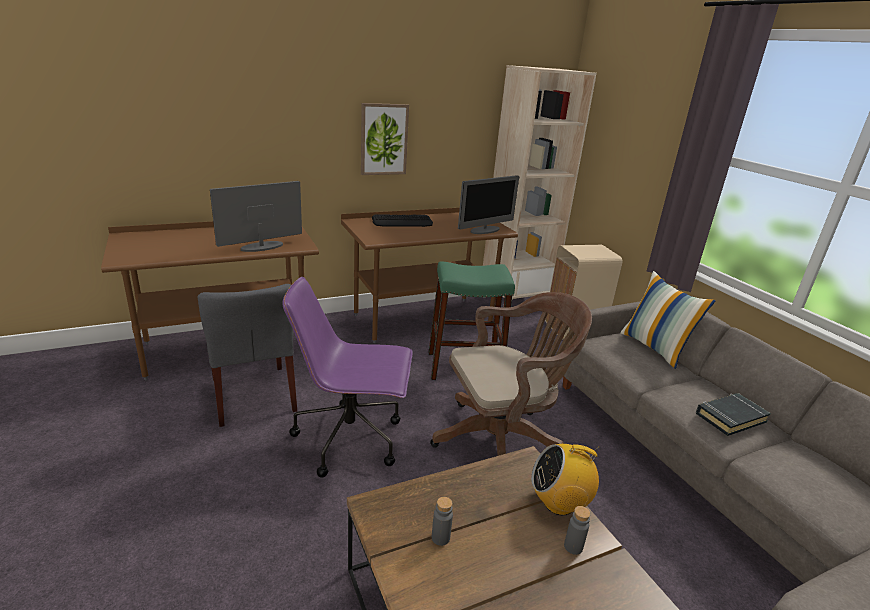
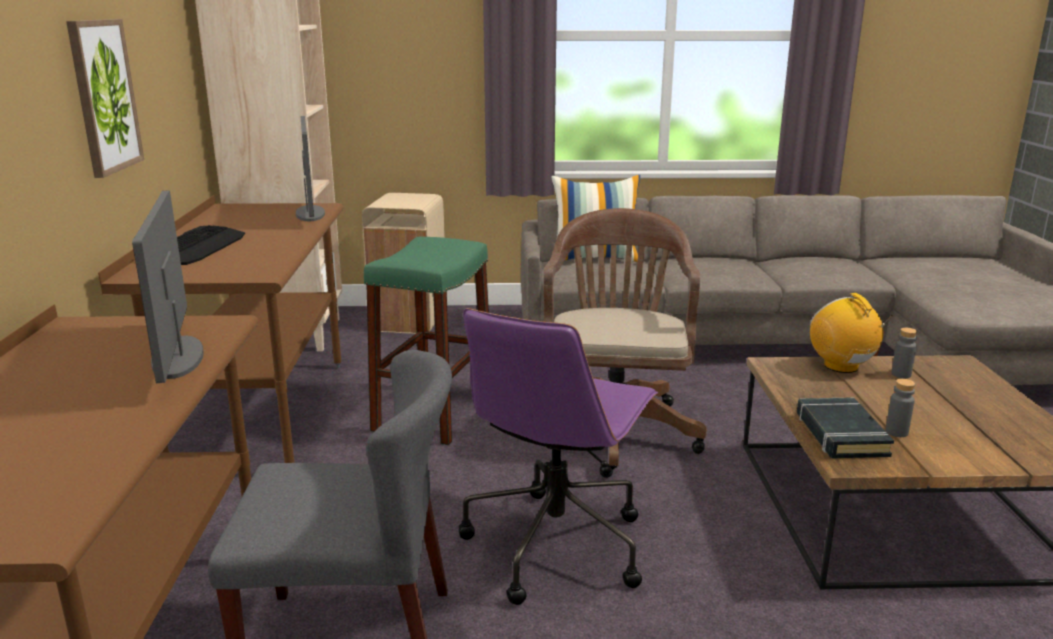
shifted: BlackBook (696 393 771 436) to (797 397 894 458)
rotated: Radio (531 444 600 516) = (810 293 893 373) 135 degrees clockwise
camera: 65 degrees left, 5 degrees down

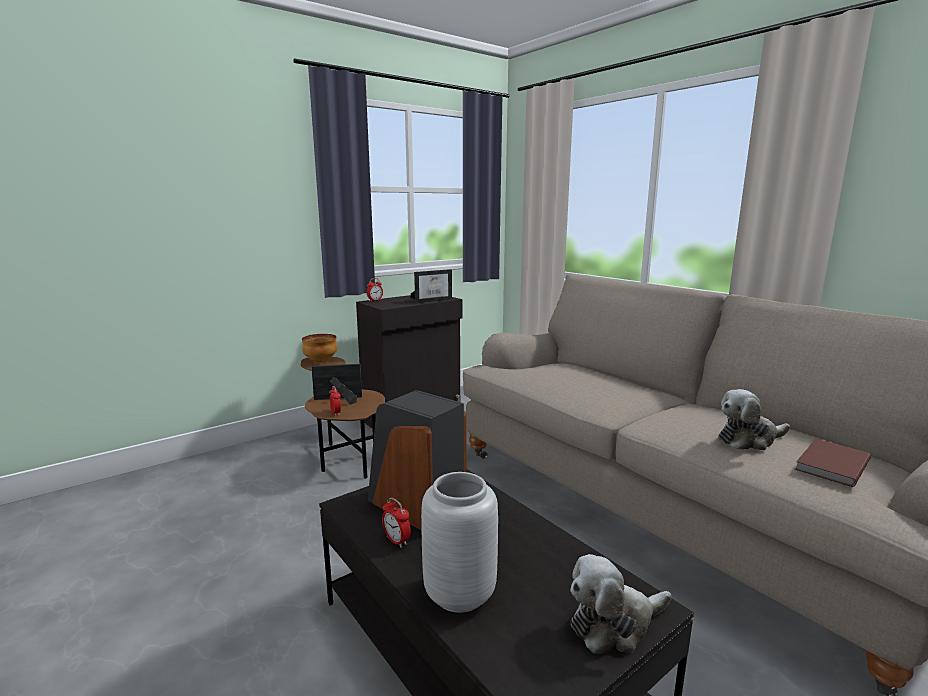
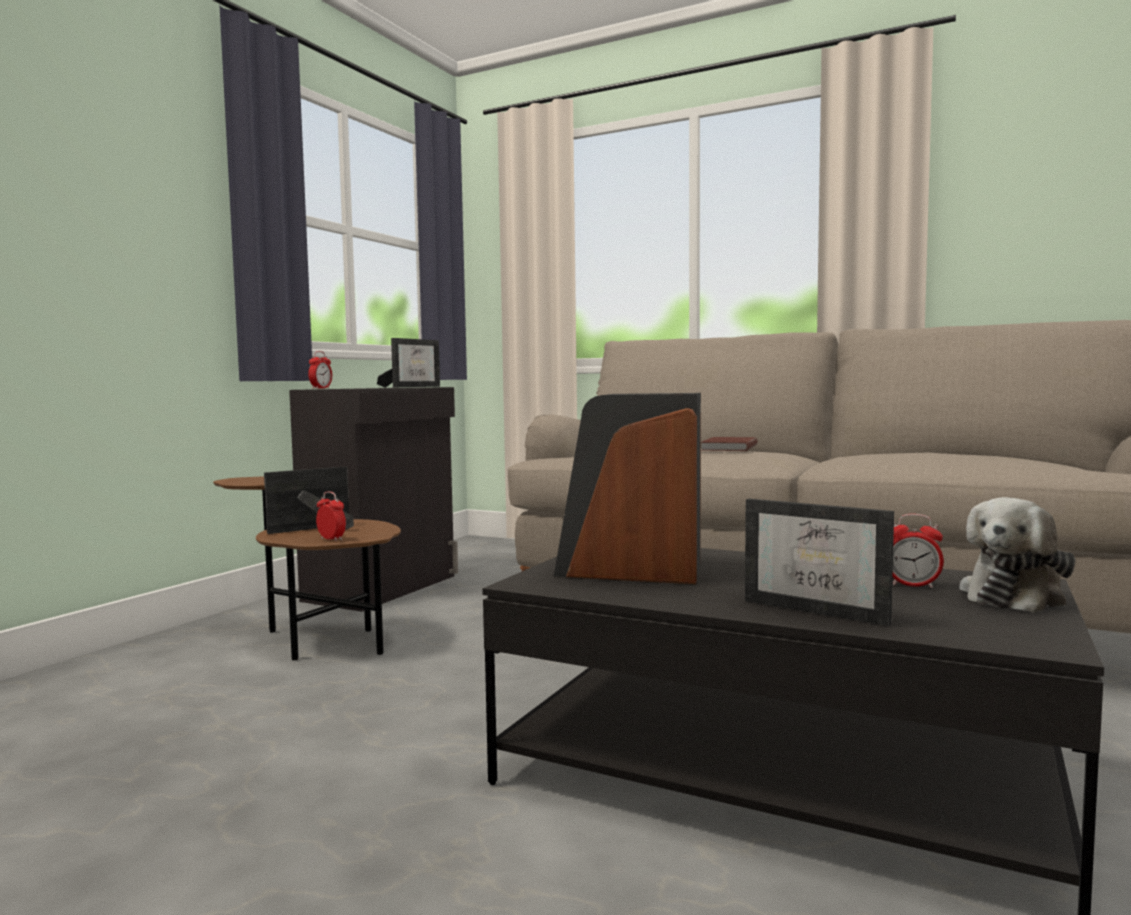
gone: Bowl (302 334 338 362); PlushToy (718 389 790 450)
shifted: BrownBook (795 439 871 487) to (701 437 758 451); AlarmClock (382 497 411 548) to (893 514 944 588)
swapped: GreyVase (421 472 498 613) to PictureFrame (745 499 894 626)
camera: 25 degrees left, 10 degrees down

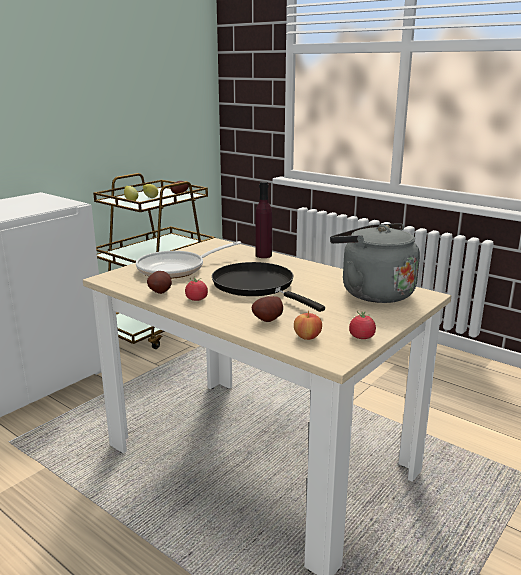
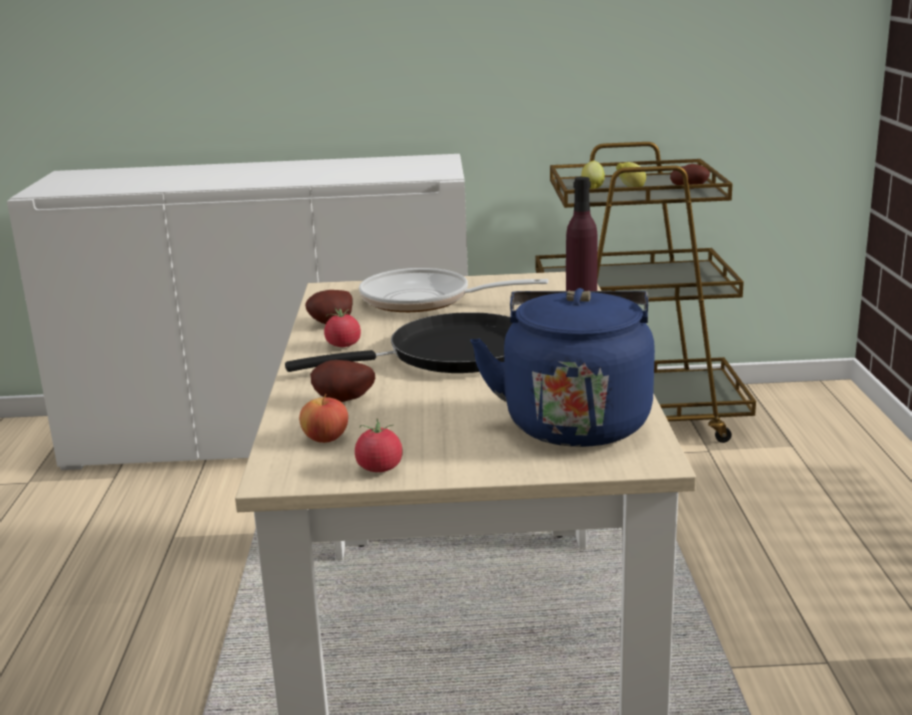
repainted: GreyKettle (330 223 420 303) to BlueKettle (470 288 655 447)
rotated: BlackFryingPan (212 262 325 312) = (285 312 512 373) 60 degrees clockwise
camera: 50 degrees right, 0 degrees up

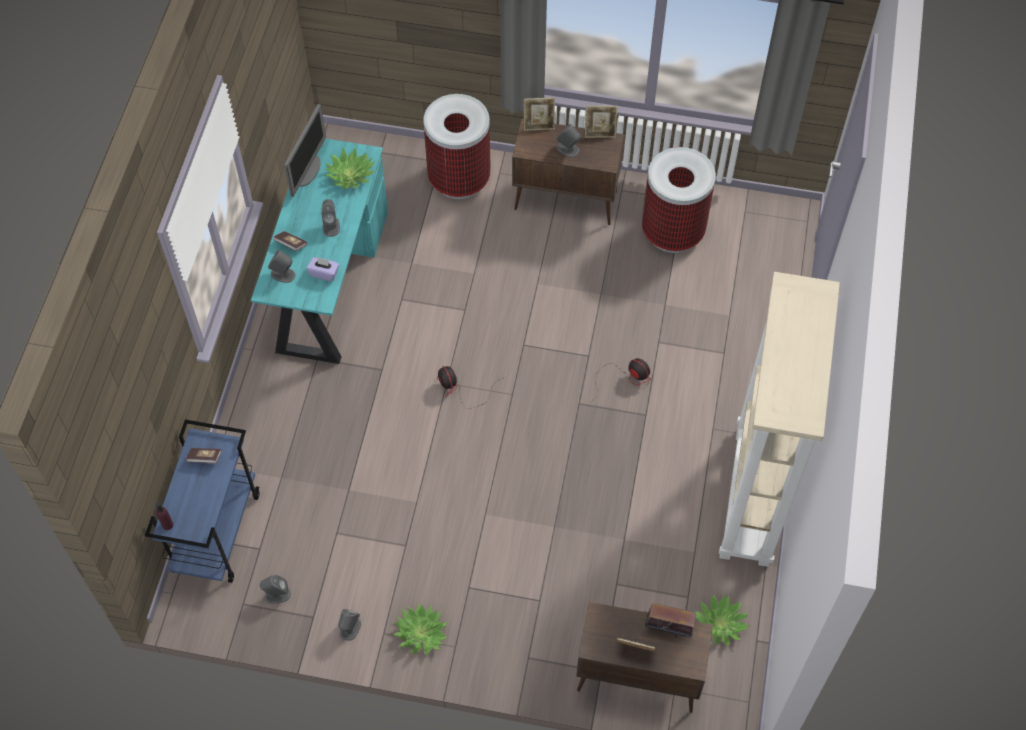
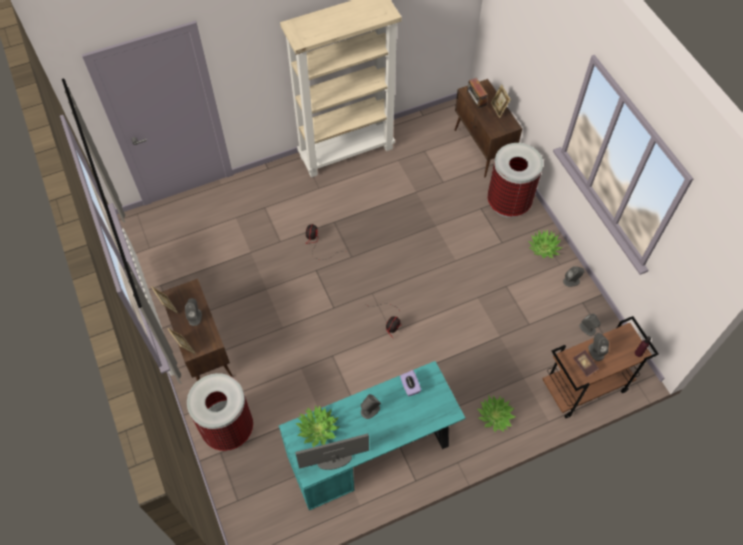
gone: Book (274 231 307 251)
shifted: PottedPlant (694 595 750 646) to (477 395 516 432); TrashCan (642 147 716 253) to (487 143 543 218); GreySpeaker (268 250 295 283) to (588 333 609 361)
repainted: BlueCart (145 419 260 583) to BrownCart (543 316 659 418)
camera: 125 degrees left, 0 degrees up

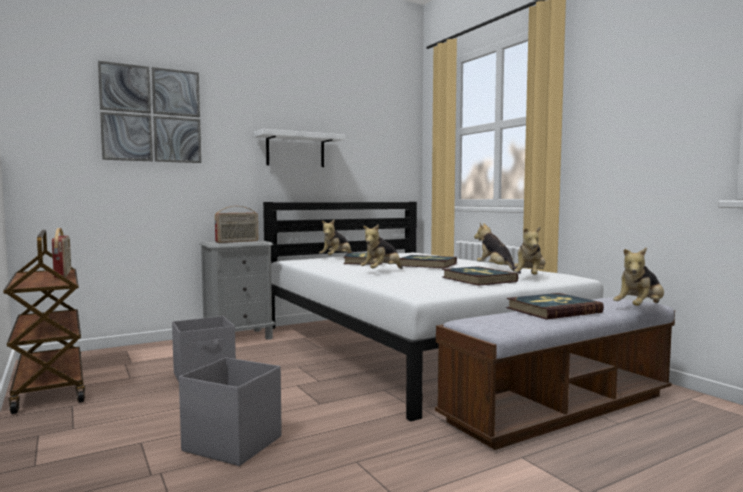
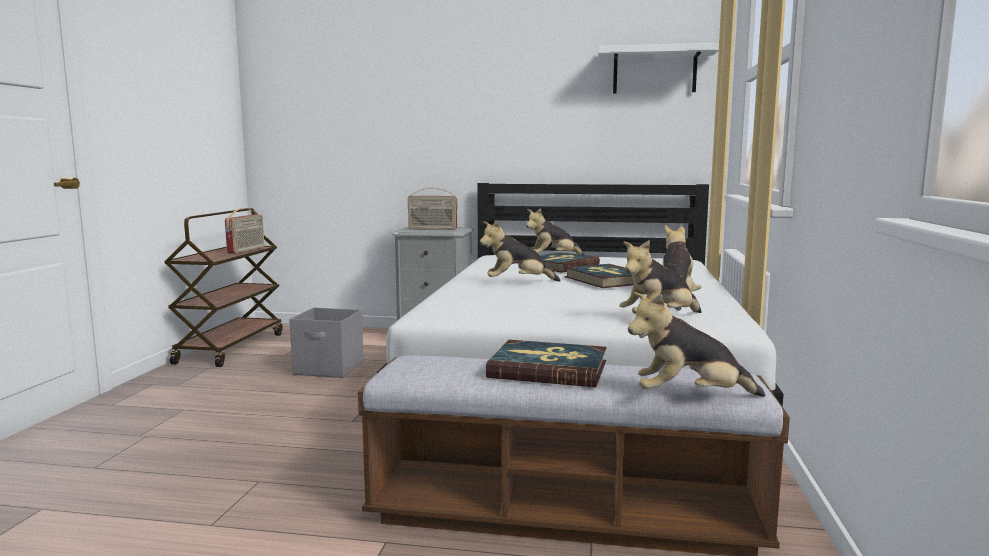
gone: Picture (98 61 201 163); GreyStorageBox (179 357 282 466); Book (442 266 519 286)
shifted: WhiteShelf (254 129 345 167) to (598 43 719 93)
camera: 40 degrees right, 5 degrees up

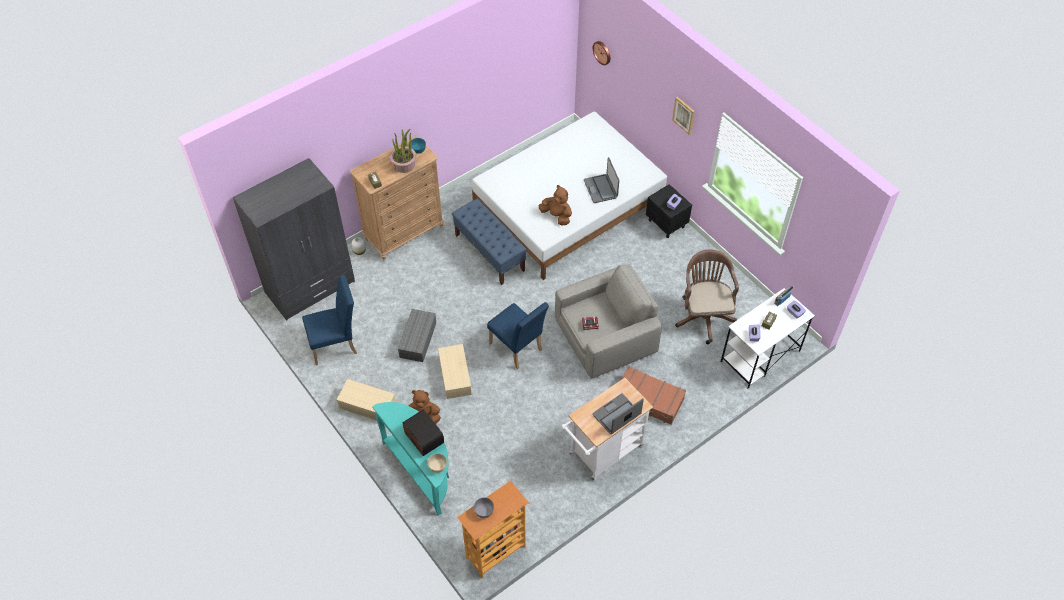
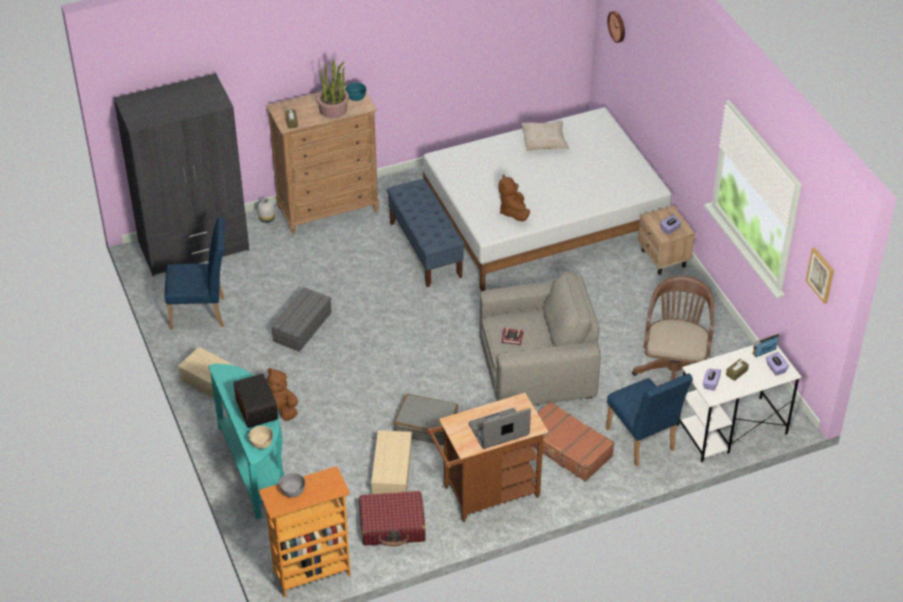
gone: Laptop (584 157 619 203)
new: RedSuitcase (359 491 426 547); GreySuitcase (394 394 458 445); BeigePillow (521 121 569 151)
shifted: BeigeStorageBox (438 344 471 399) to (371 430 412 494); BlueChair (487 302 549 369) to (606 373 693 466); Picture (672 97 695 135) to (805 247 834 304)
repainted: WhiteCart (562 378 653 480) to BrownCart (427 393 548 522); BlackNightstand (646 184 692 238) to BeigeNightstand (638 205 695 275)
rotated: BrownPlushToy (538 185 572 225) = (498 174 530 222) 150 degrees counterclockwise
camera: 15 degrees right, 10 degrees down

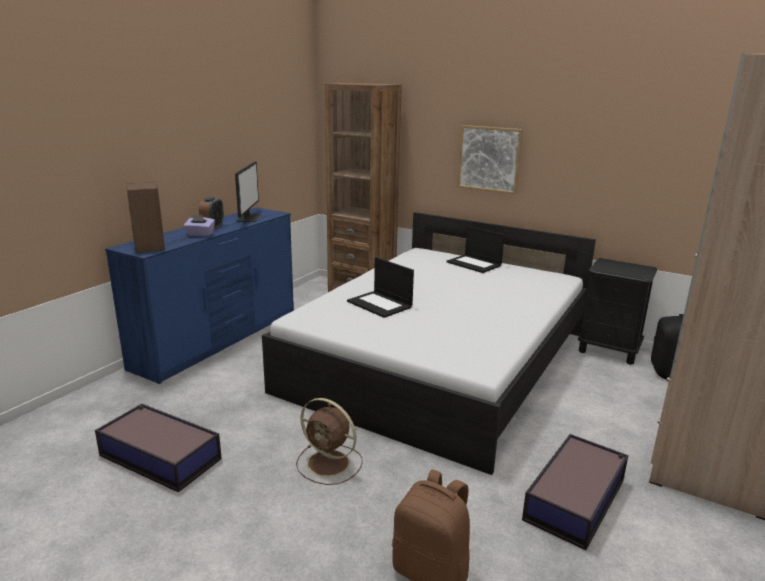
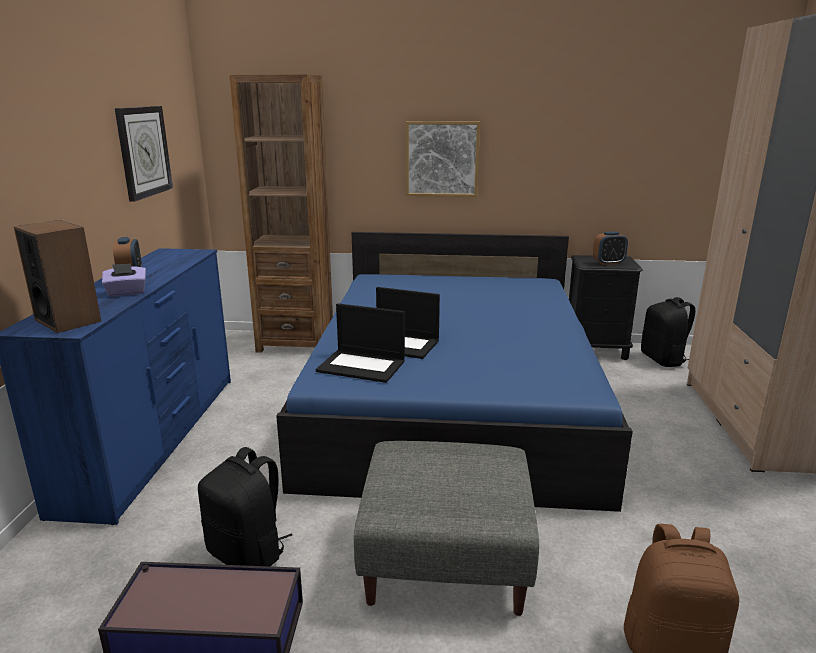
gone: Monitor (235 161 263 222); StorageBox (522 434 629 550)
new: WallClock (115 106 173 202); BlackBackpack (198 447 292 566); AlarmClock (593 231 628 265)
shifted: Laptop (446 226 505 273) to (316 303 405 383)
swapped: BrownFan (296 398 363 485) to GreyOttoman (354 441 539 616)
repainted: WhiteBed (262 212 596 475) to BlueBed (276 232 633 512)
camera: 25 degrees left, 0 degrees up

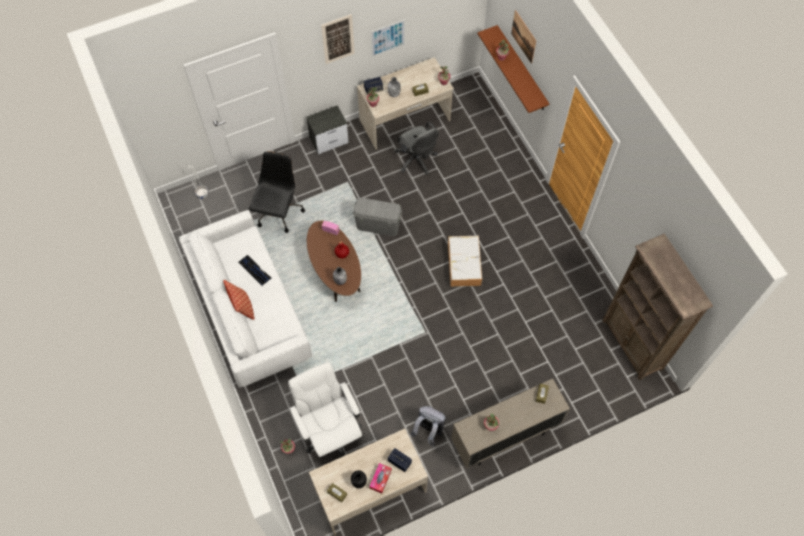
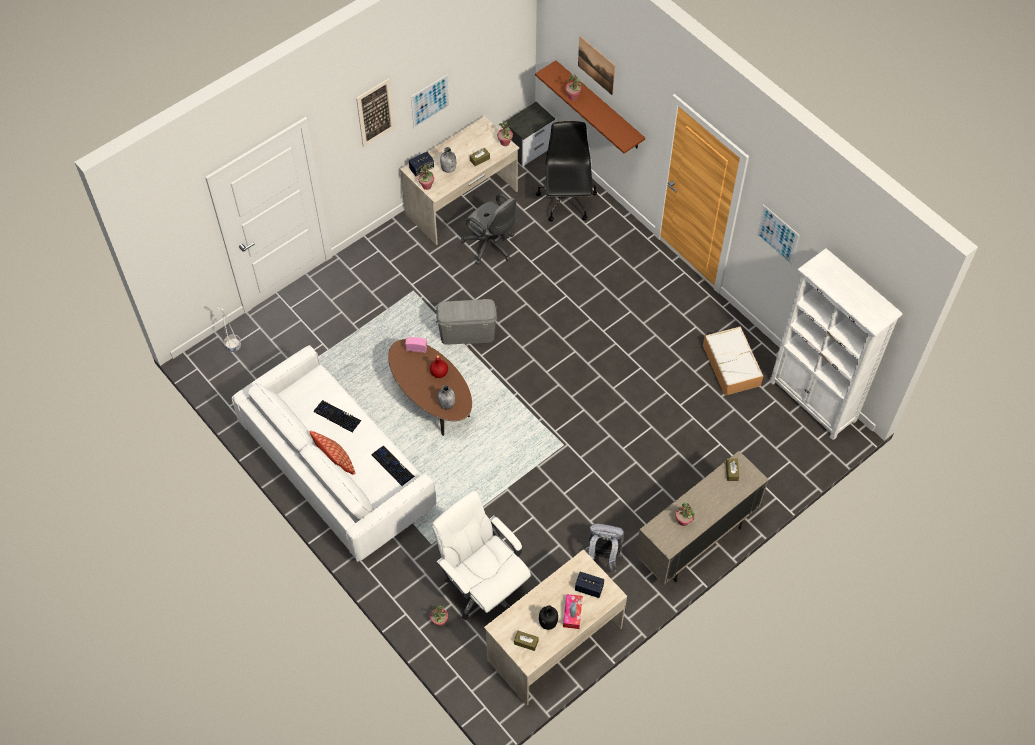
new: Keyboard (371 446 415 487); Picture (756 204 800 265)
shifted: Nightstand (306 105 349 154) to (505 102 555 166); BlackOfficeChair (249 152 305 233) to (536 121 597 221); StorageBox (448 236 482 287) to (703 326 763 396)
repainted: BrownBookcase (602 234 713 381) to WhiteBookcase (769 248 903 440)
camera: 15 degrees left, 5 degrees down

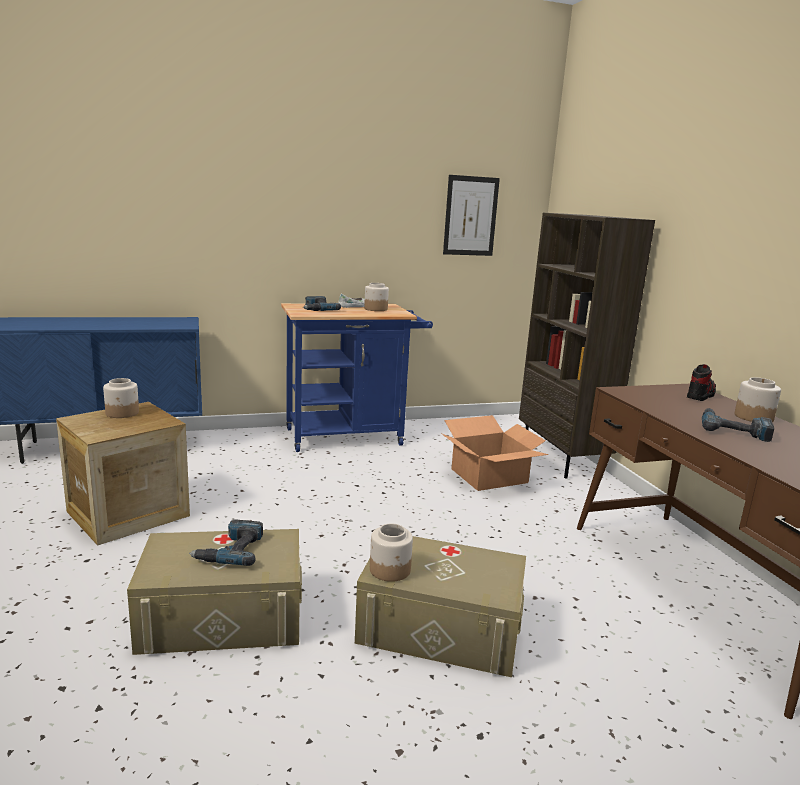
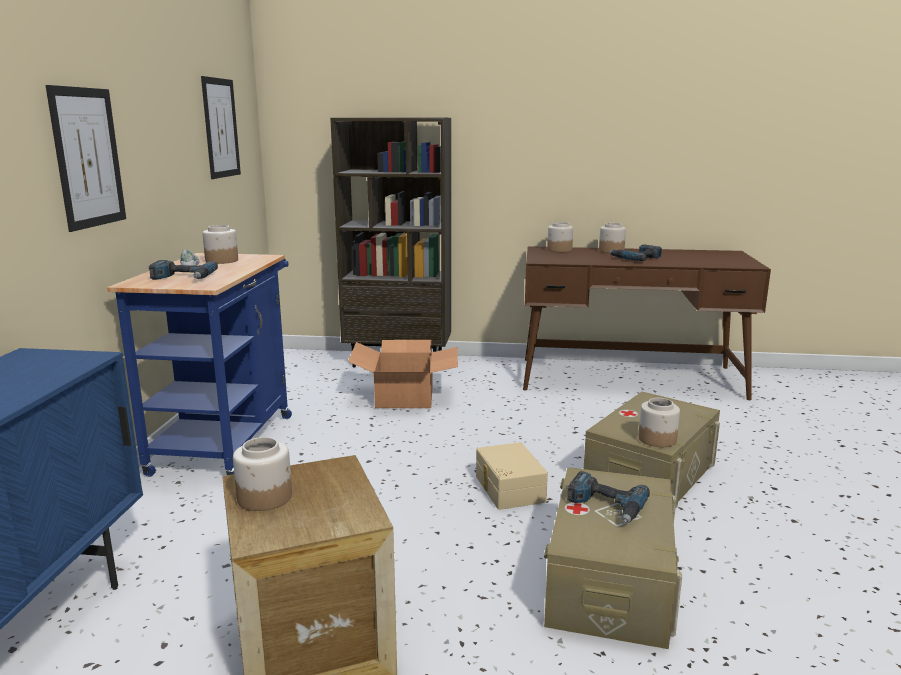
new: Picture (46 85 126 232); BeigeStorageBox (476 442 548 510)
swapped: Shoe (687 364 716 401) to Jar (547 222 573 252)
camera: 65 degrees left, 0 degrees up

